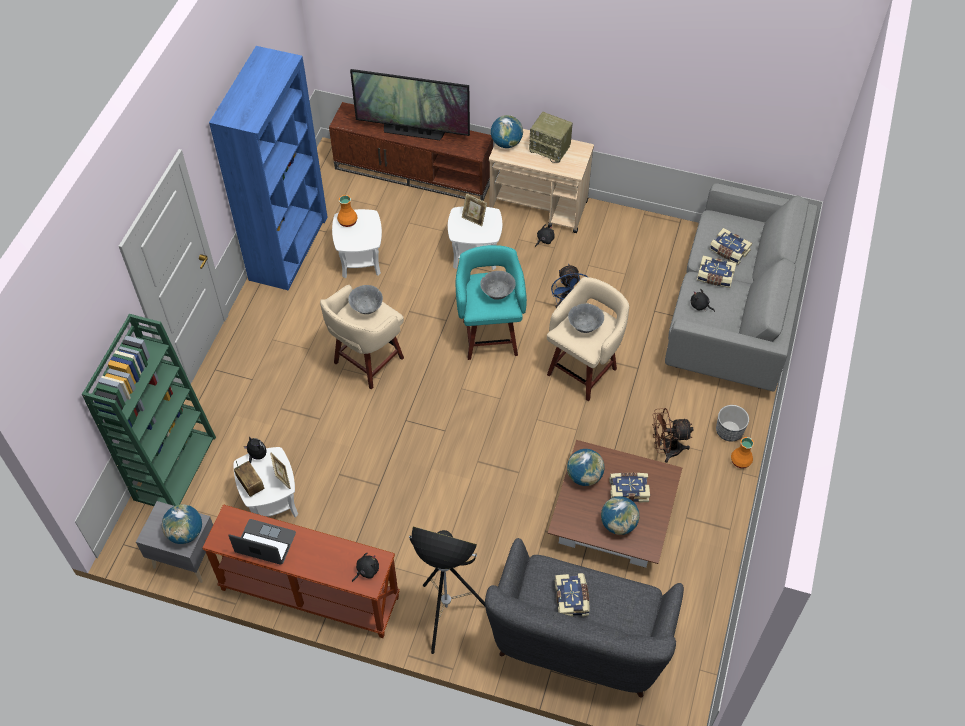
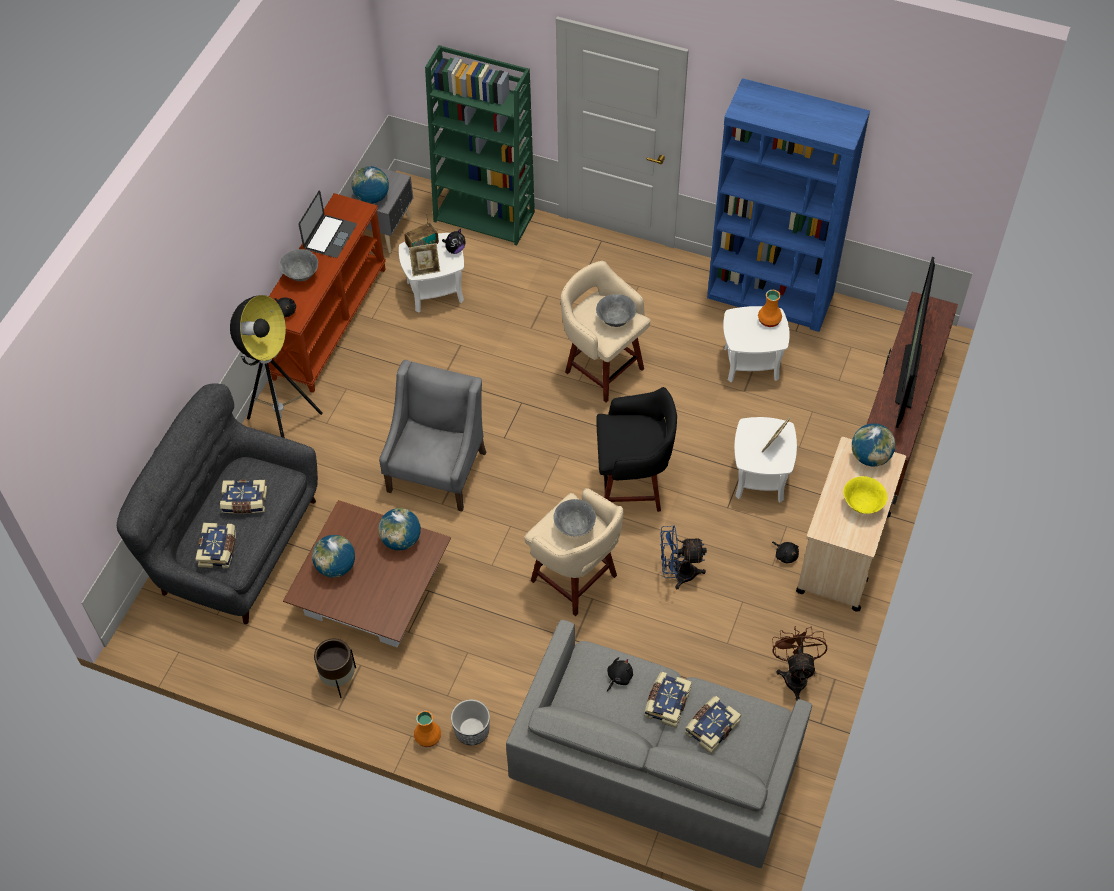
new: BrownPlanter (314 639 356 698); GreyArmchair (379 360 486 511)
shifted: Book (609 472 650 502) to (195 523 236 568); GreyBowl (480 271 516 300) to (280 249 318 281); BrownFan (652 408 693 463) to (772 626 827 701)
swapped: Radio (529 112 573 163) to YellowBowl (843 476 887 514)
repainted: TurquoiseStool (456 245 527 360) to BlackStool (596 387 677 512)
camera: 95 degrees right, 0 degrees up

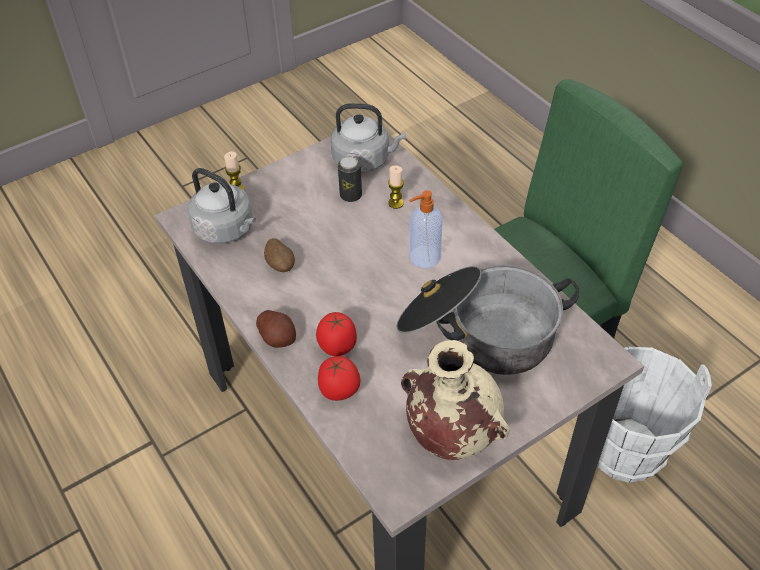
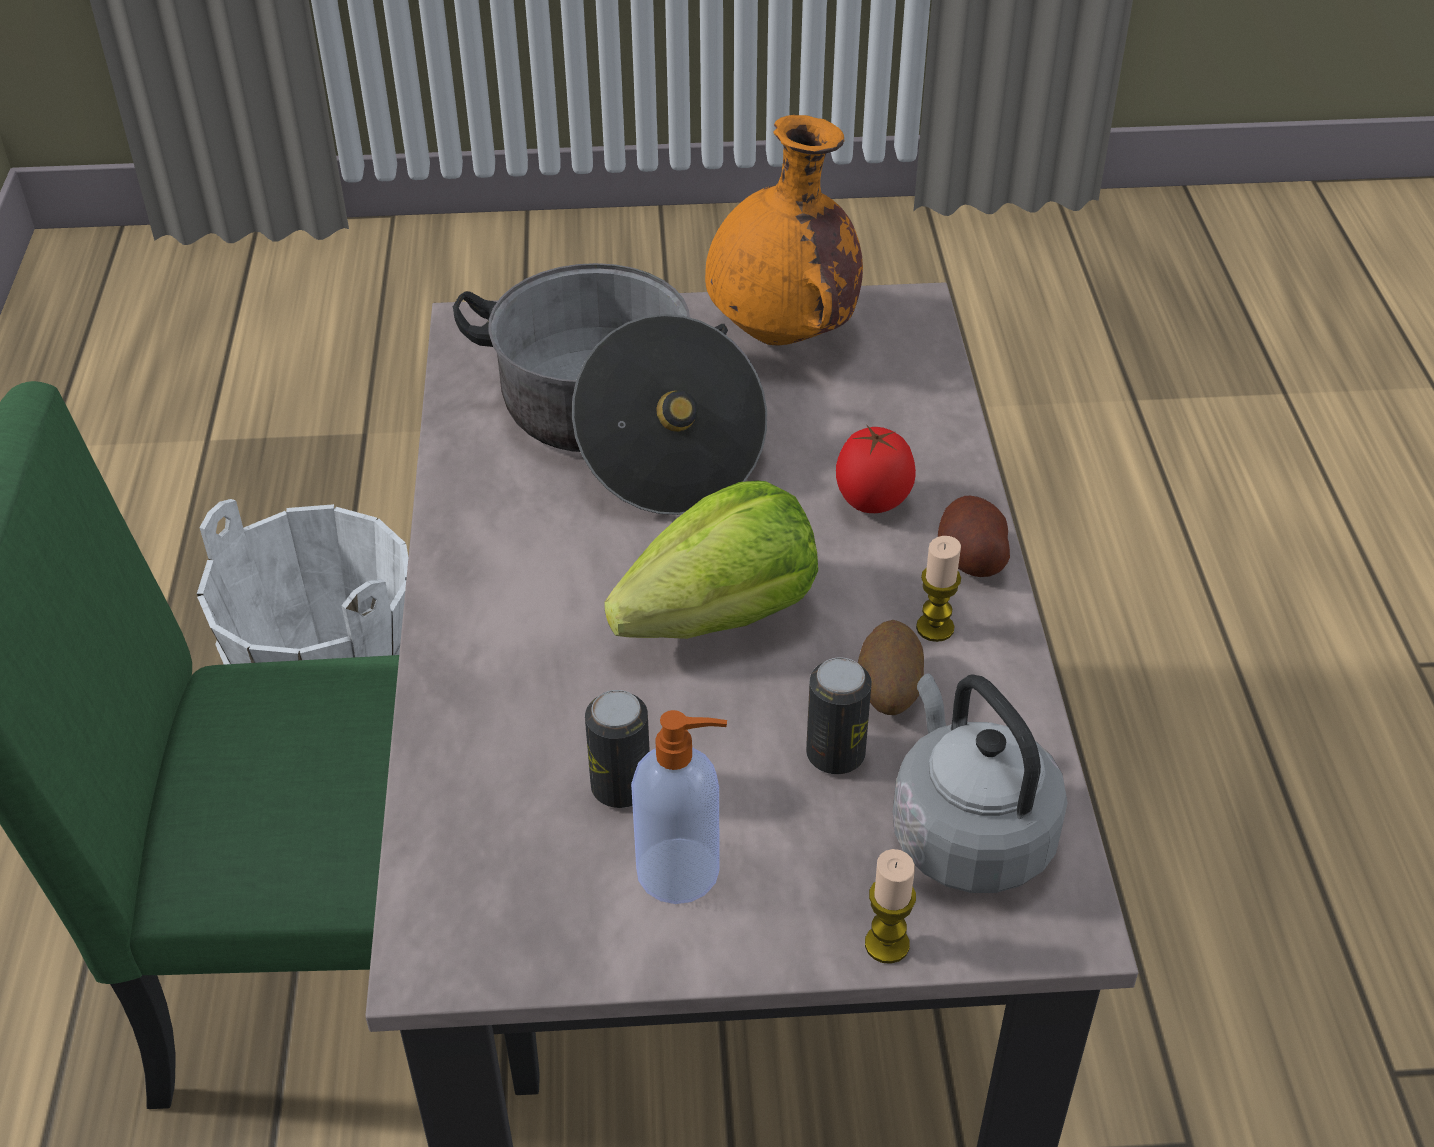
gone: Tomato (318 356 360 401); GreyKettle (331 103 406 173)
new: Lettuce (604 481 818 639); Can (806 657 872 774)
shifted: SoapDispenser (409 190 443 268) to (631 710 727 904); Candle (388 165 404 209) to (916 536 961 642)
repainted: BeigeVase (401 340 510 460) to OrangeVase (705 115 863 346)
camera: 150 degrees left, 5 degrees down

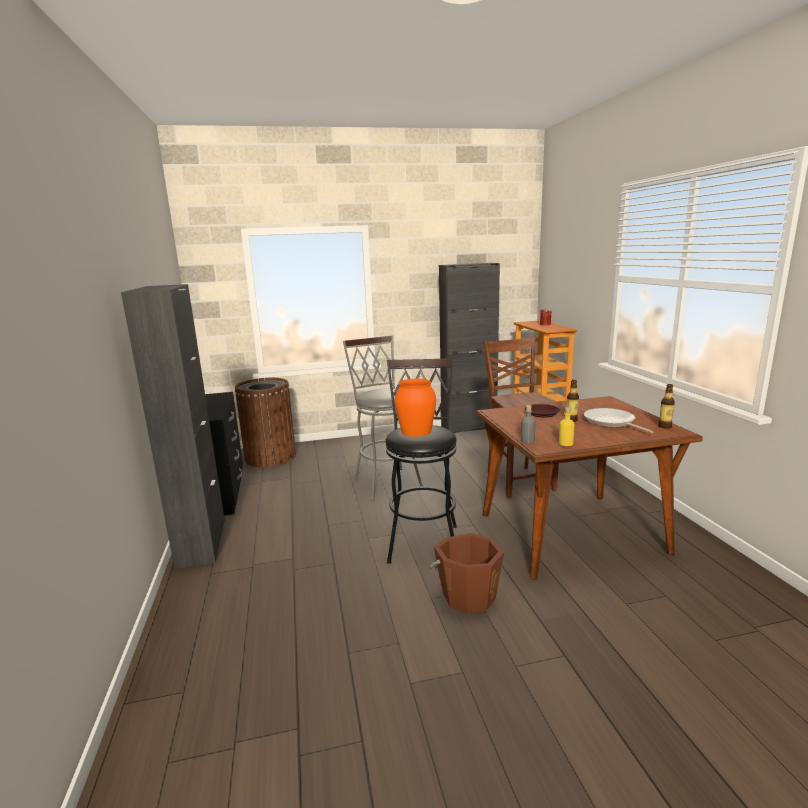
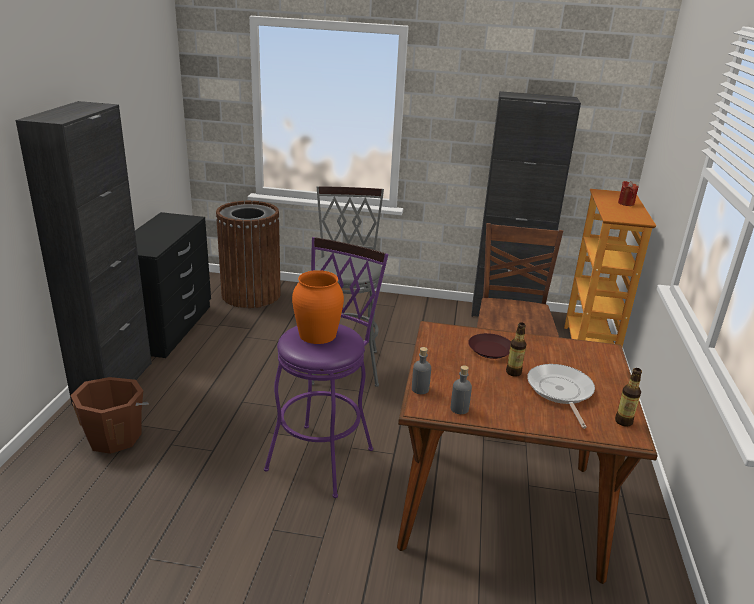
shifted: BrownBucket (430 533 504 614) to (70 377 149 454)
repainted: BlackStool (385 358 457 564) to PurpleStool (264 237 388 498); YellowBottle (559 407 574 446) to GreyBottle (451 365 472 414)
camera: 20 degrees right, 10 degrees up

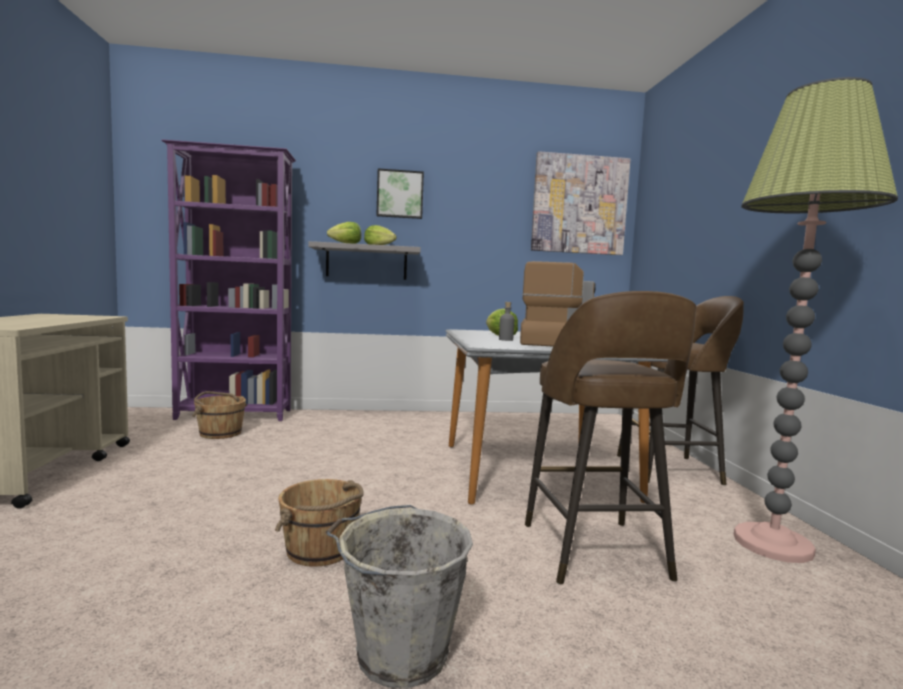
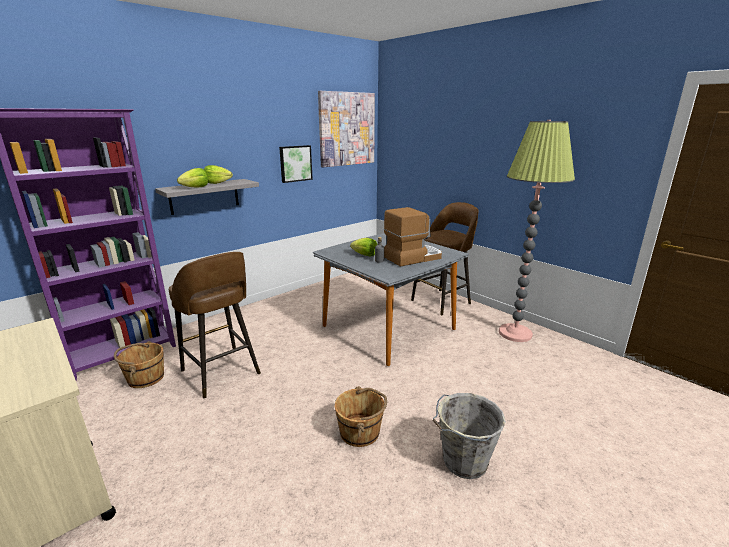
shifted: BrownStool (525 291 696 585) to (169 252 261 399); Picture (376 168 424 219) to (279 145 313 183)
camera: 35 degrees left, 15 degrees up

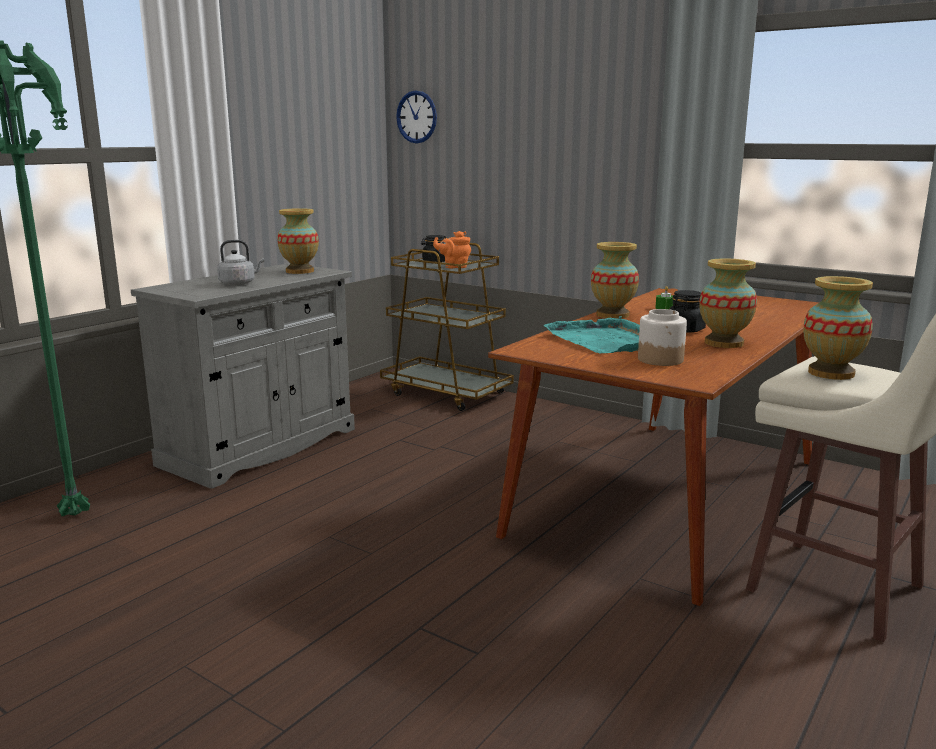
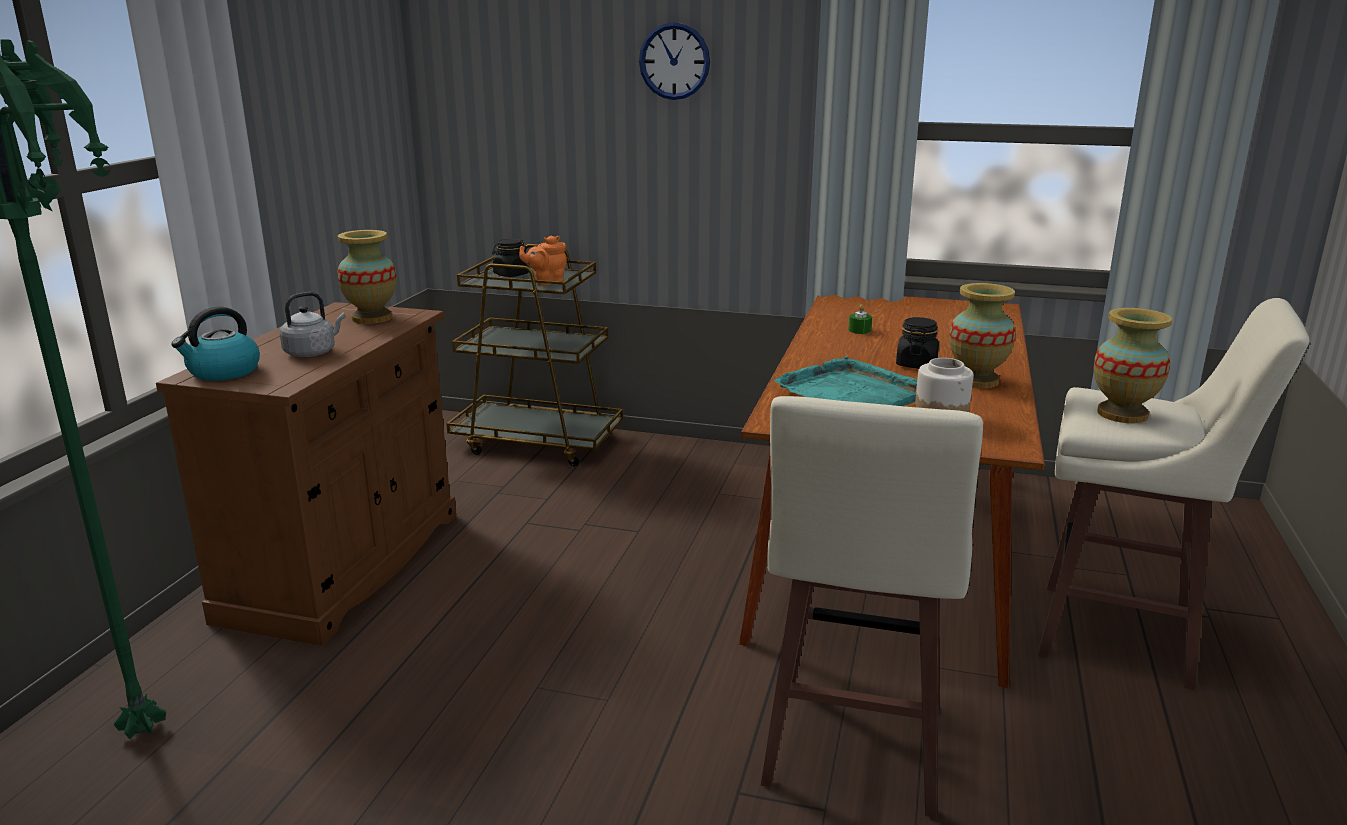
gone: Vase (591 242 639 319)
new: Kettle (171 307 260 381); BeigeStool (761 396 983 818)
shifted: WallClock (396 90 437 143) to (639 22 710 100)
repainted: GreyCabinet (131 263 355 489) to BrownCabinet (156 302 456 645)
camera: 20 degrees left, 5 degrees up

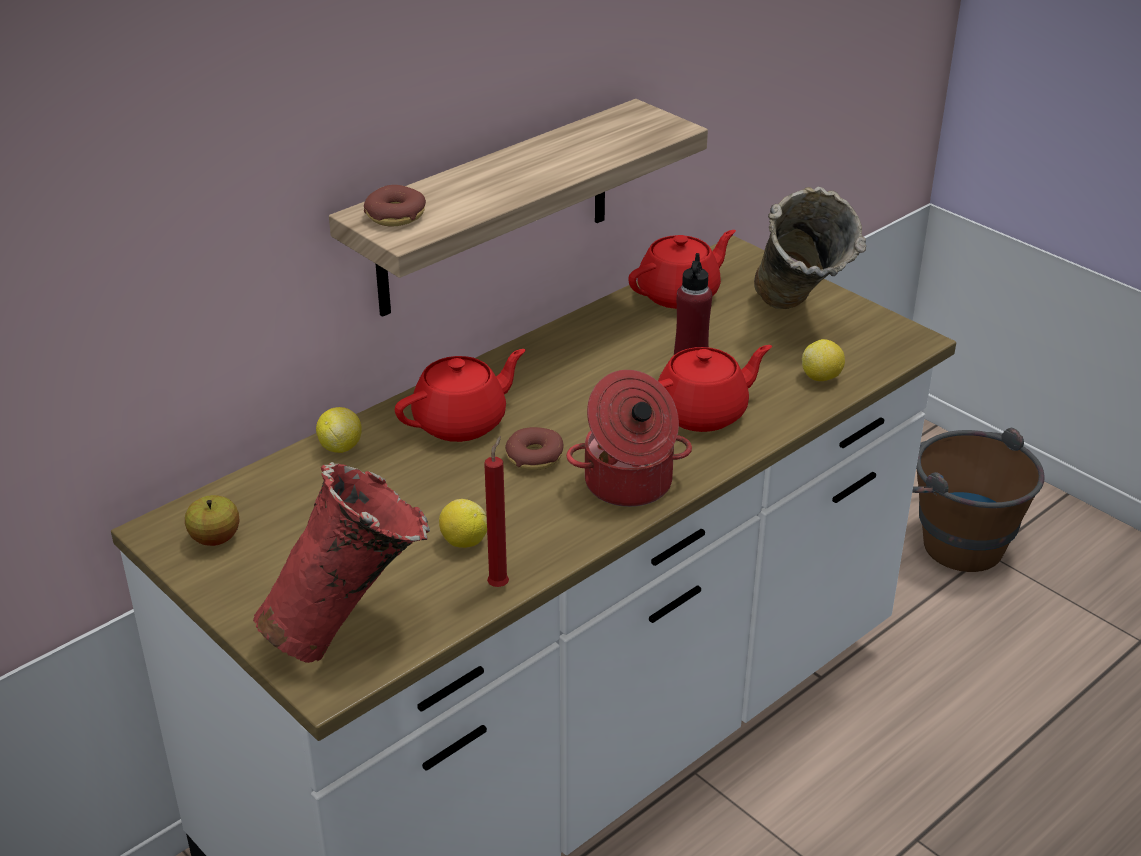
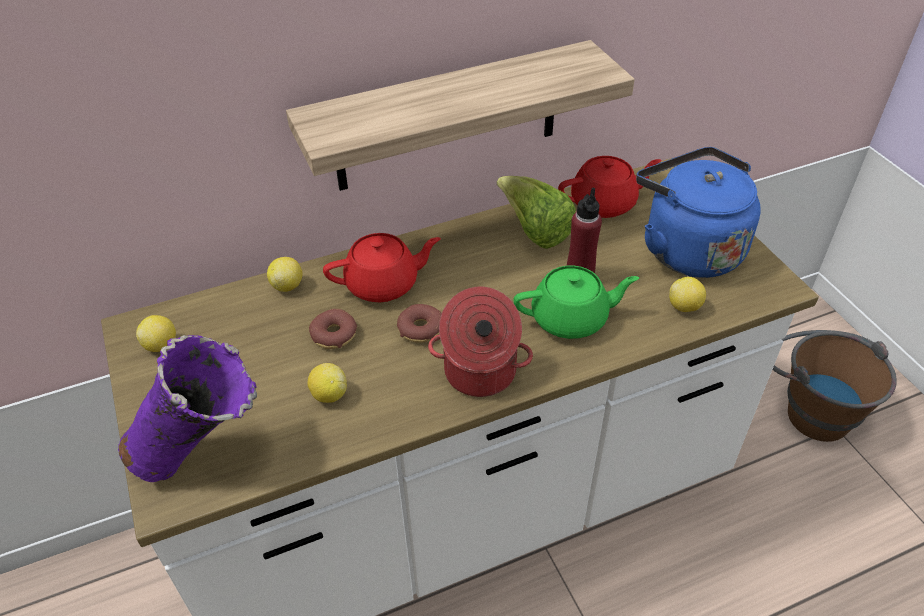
gone: RedCandle (484 436 509 587)
new: Lettuce (497 176 576 249)
shifted: Donut (364 185 426 227) to (309 309 357 349)
swapped: Apple (185 495 239 546) to Lemon (136 315 176 352); BeigeVase (754 187 866 309) to BlueKettle (636 147 761 278)
repainted: RedVase (253 462 430 663) to PurpleVase (118 335 257 482); RedTeapot (658 345 772 432) to GreenTeapot (513 265 639 339)
camera: 20 degrees right, 10 degrees up

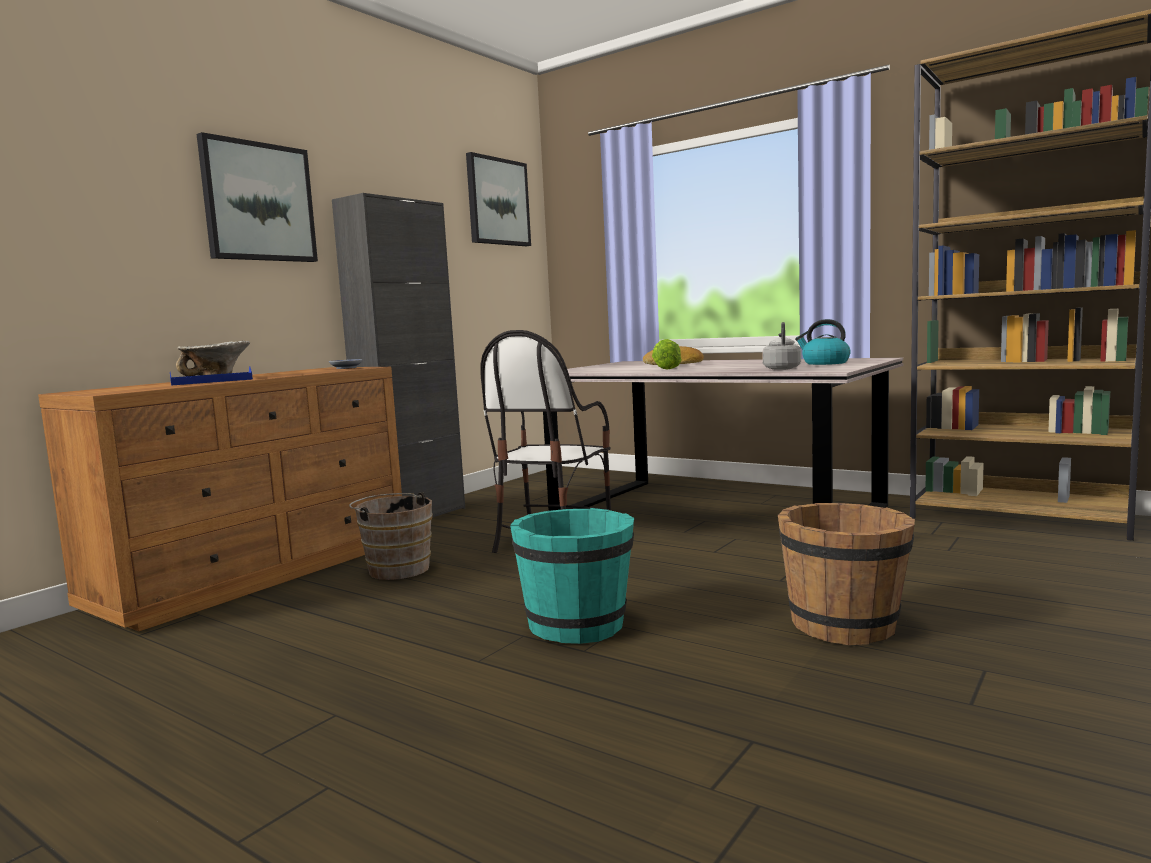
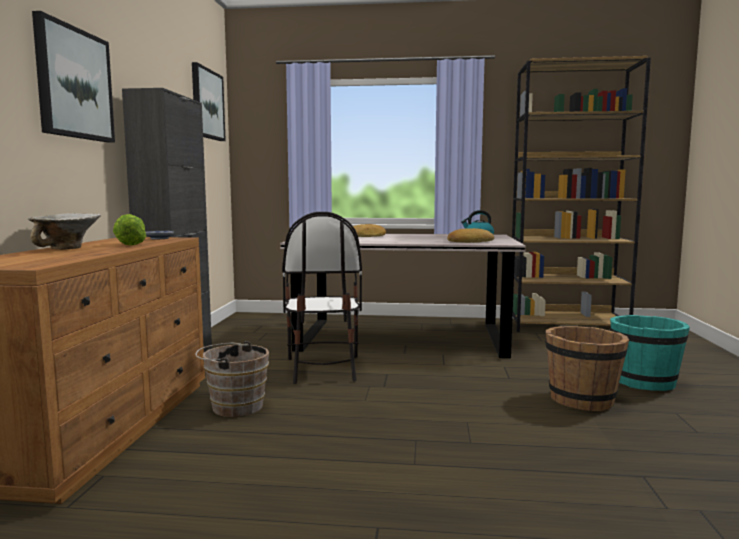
gone: BlueTray (170 366 253 385)
shifted: Lettuce (652 339 682 370) to (113 214 146 246); TurquoiseBucket (510 508 634 644) to (610 315 690 391)
swapped: GreyKettle (762 322 801 370) to Bread (447 228 494 243)
camera: 30 degrees left, 0 degrees up

